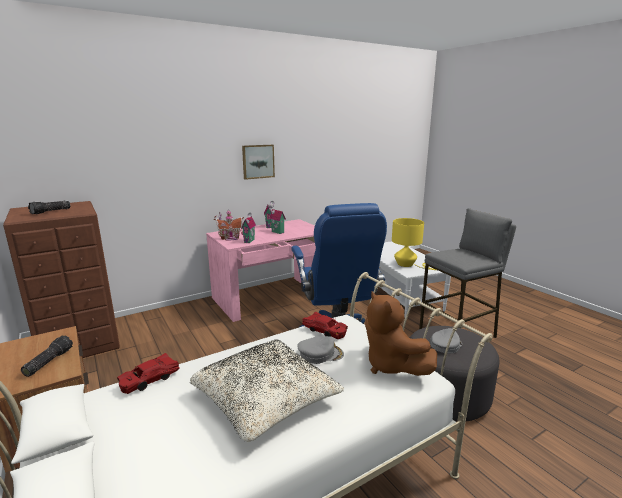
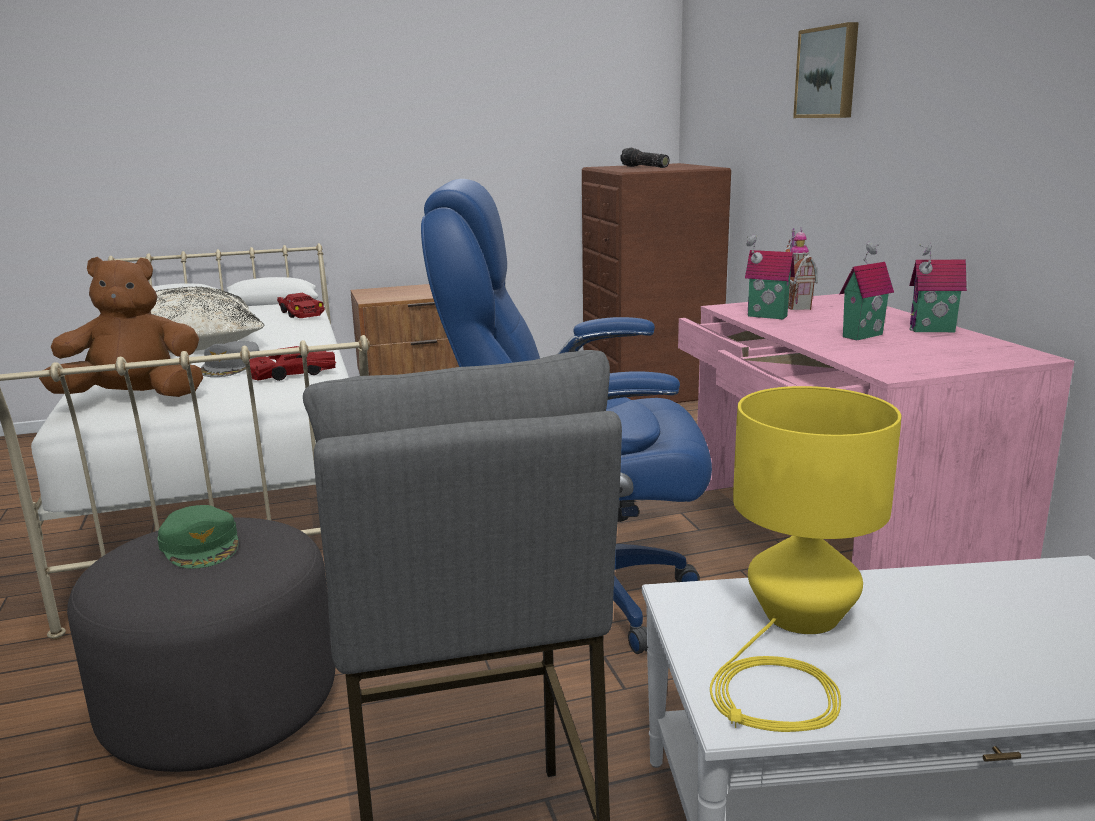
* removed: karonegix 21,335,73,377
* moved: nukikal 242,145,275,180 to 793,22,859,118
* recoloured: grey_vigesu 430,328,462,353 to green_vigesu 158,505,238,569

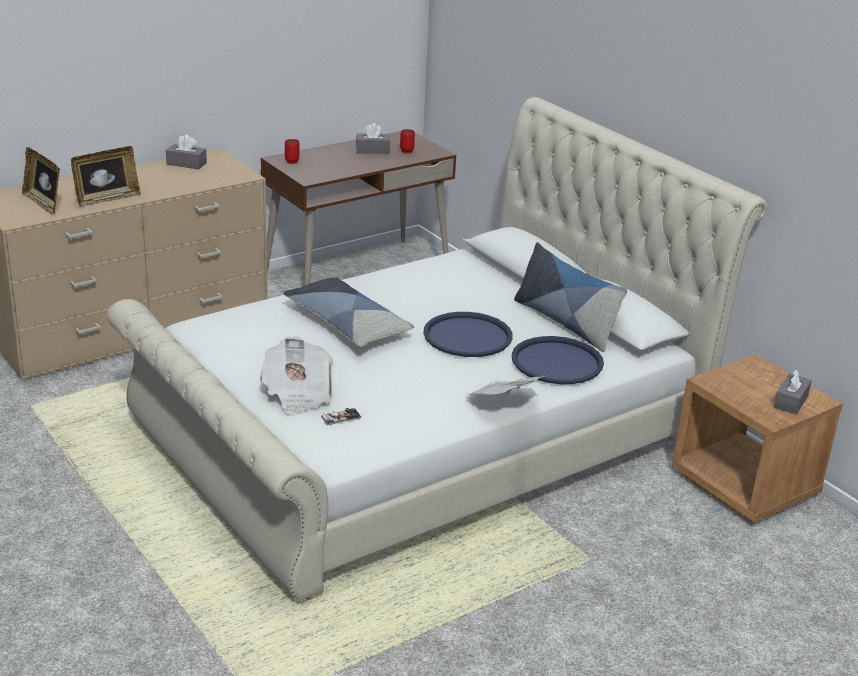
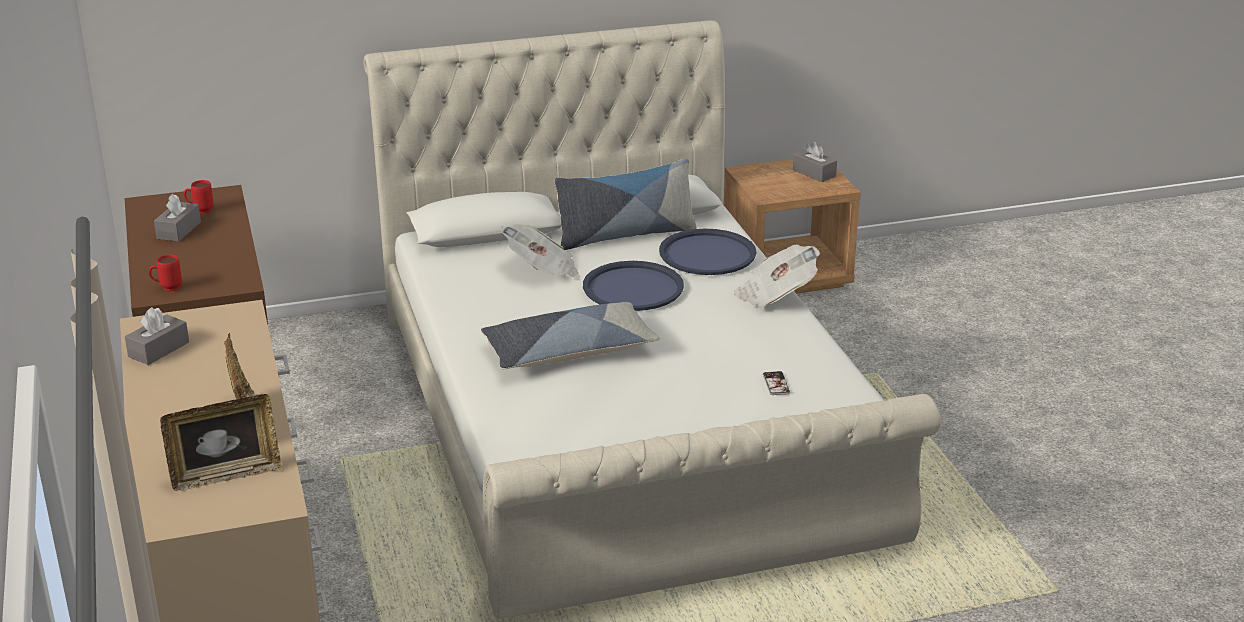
* moved: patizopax 260,336,334,416 to 501,224,580,278

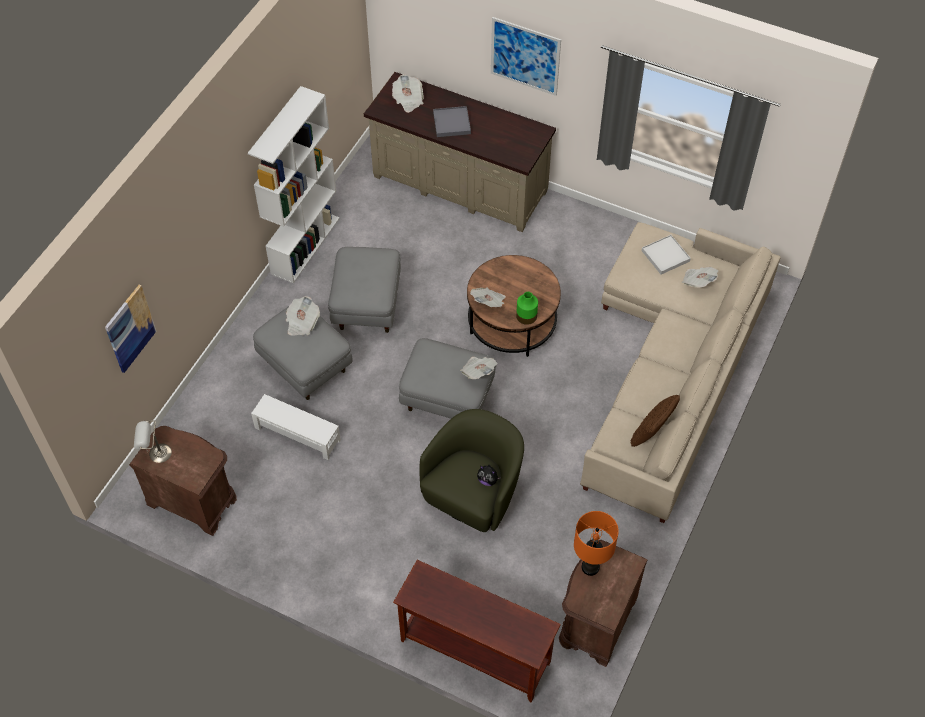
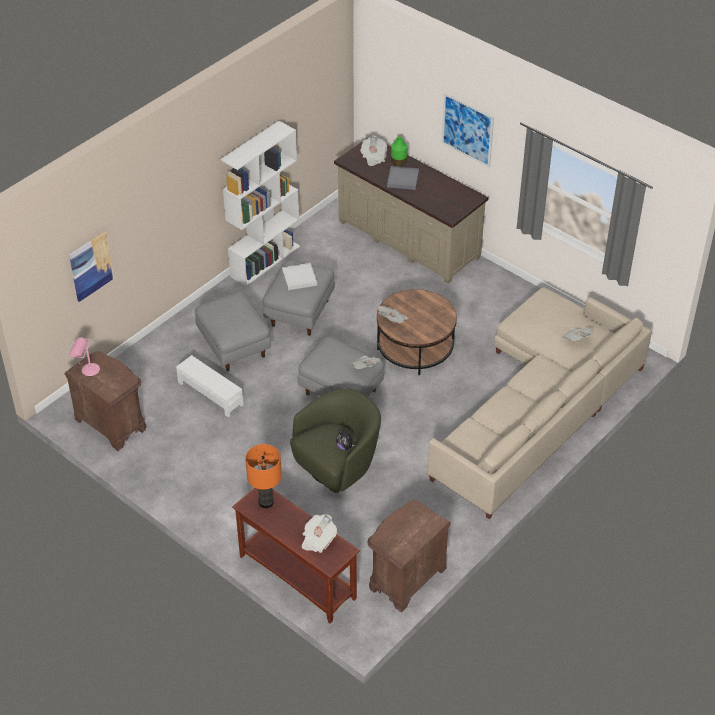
* removed: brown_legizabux 631,395,680,447
* moved: patizopax 286,296,320,336 to 302,514,337,553
* moved: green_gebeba 516,292,538,325 to 391,137,408,166
* moved: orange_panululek 574,511,619,576 to 245,444,282,508
* moved: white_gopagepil 642,235,691,275 to 282,263,317,290
* recoloured: white_panululek 134,420,172,463 to pink_panululek 69,337,100,376

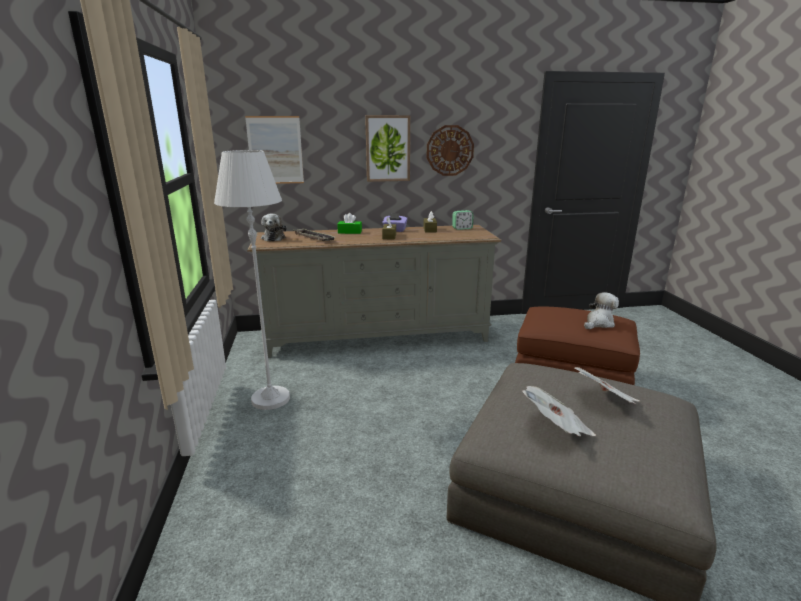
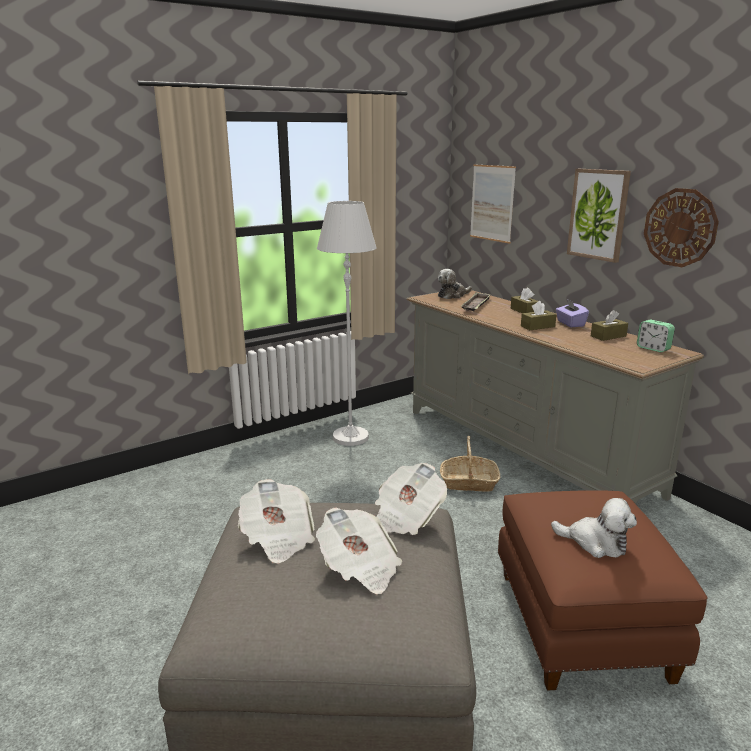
* added: patizopax 375,463,447,535
* added: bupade 440,436,500,492
* recoloured: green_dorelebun 337,213,362,234 to brown_dorelebun 511,287,538,313

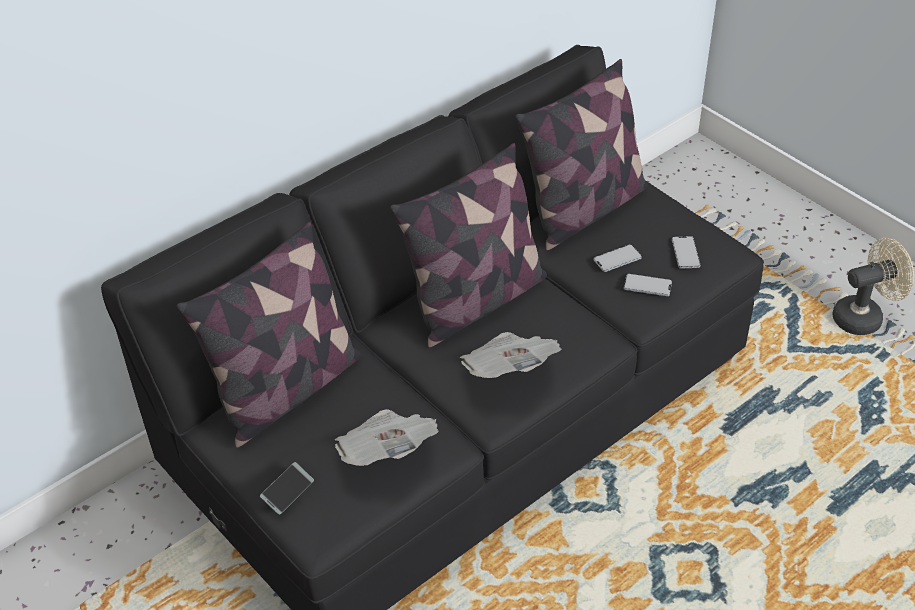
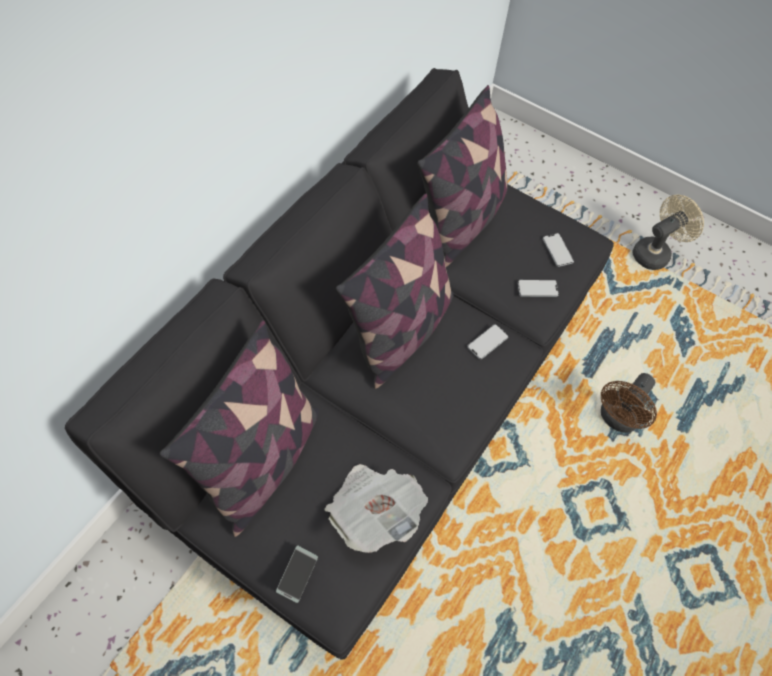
* removed: patizopax 460,332,562,378
* added: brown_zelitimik 601,373,657,433
* moved: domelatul 594,244,642,272 to 467,324,509,360

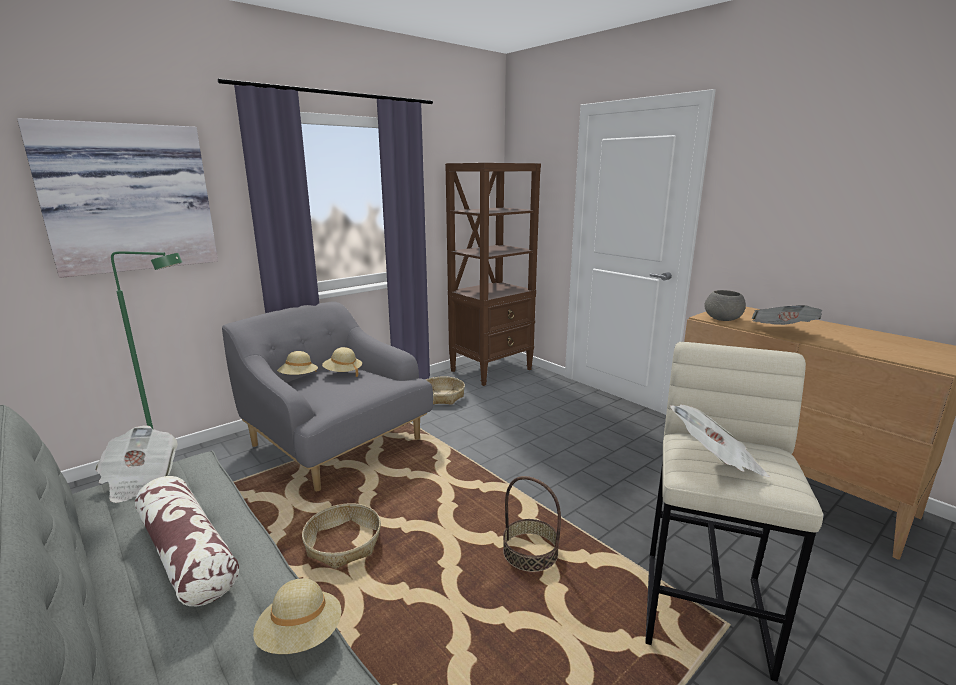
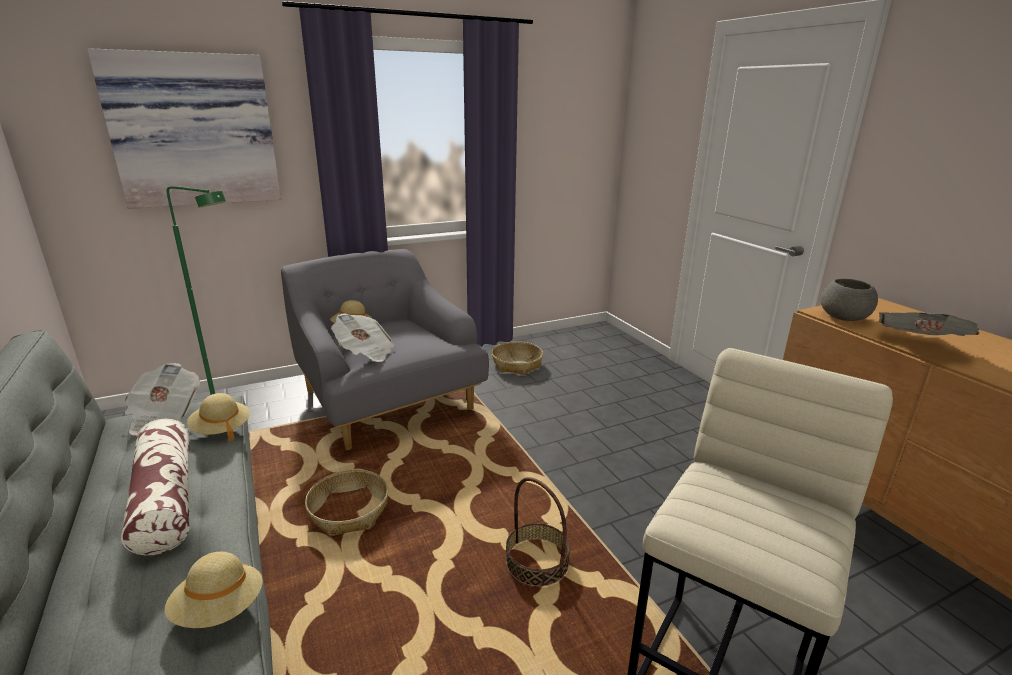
* removed: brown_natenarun 445,163,541,386
* moved: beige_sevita 322,347,362,377 to 187,393,250,441
* moved: patizopax 670,404,770,478 to 331,313,395,362

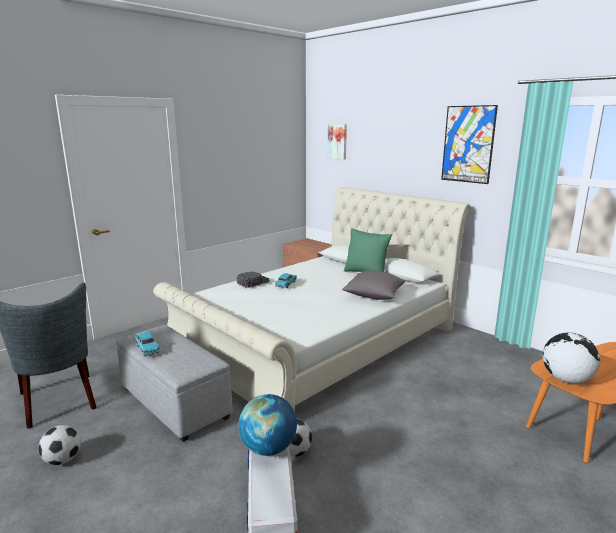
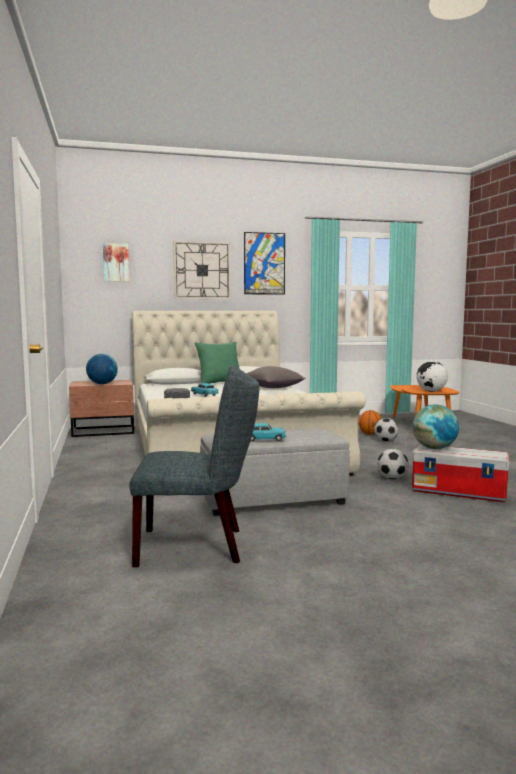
* added: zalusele 86,354,118,384
* added: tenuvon 173,241,231,299
* added: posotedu 358,410,382,435
* moved: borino 39,425,81,465 to 374,418,398,442

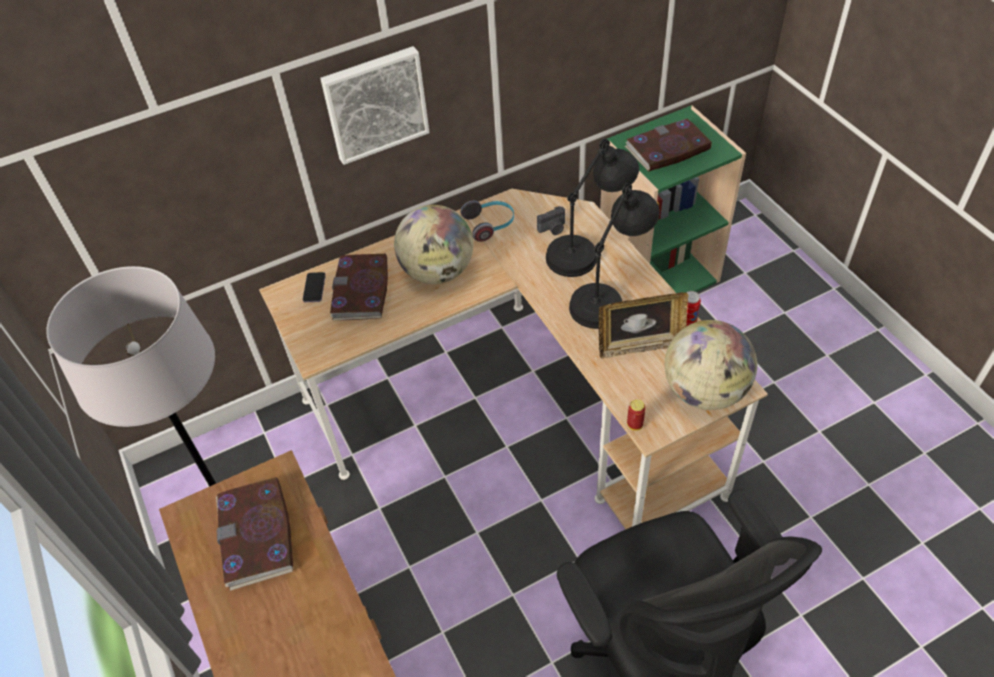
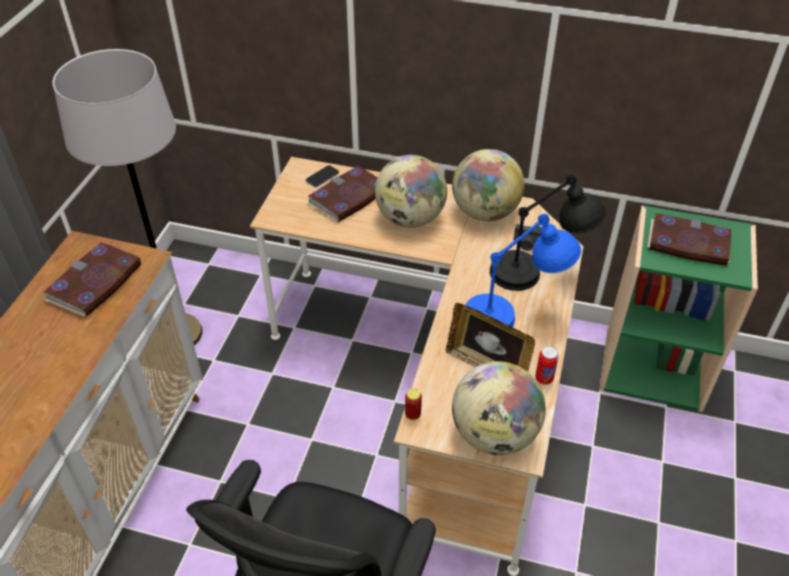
* removed: nukikal 320,46,430,165
* replaced: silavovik 461,201,514,242 to zalusele 452,149,524,221
* recoloured: black_panululek 569,183,660,329 to blue_panululek 465,214,581,327

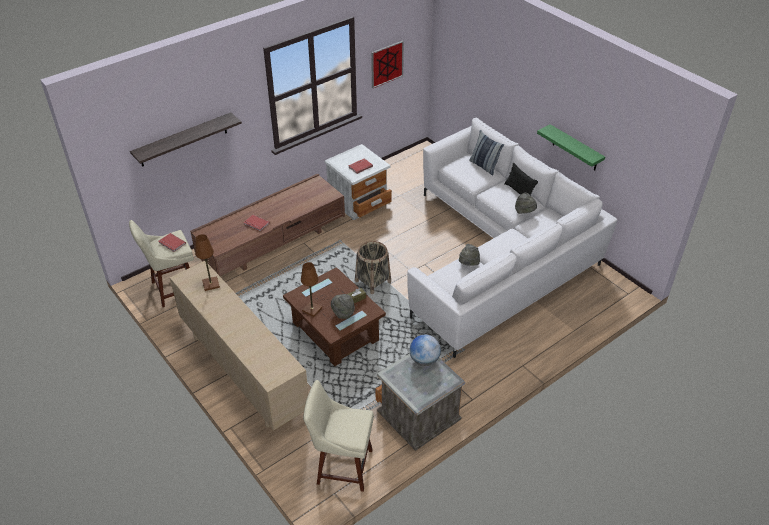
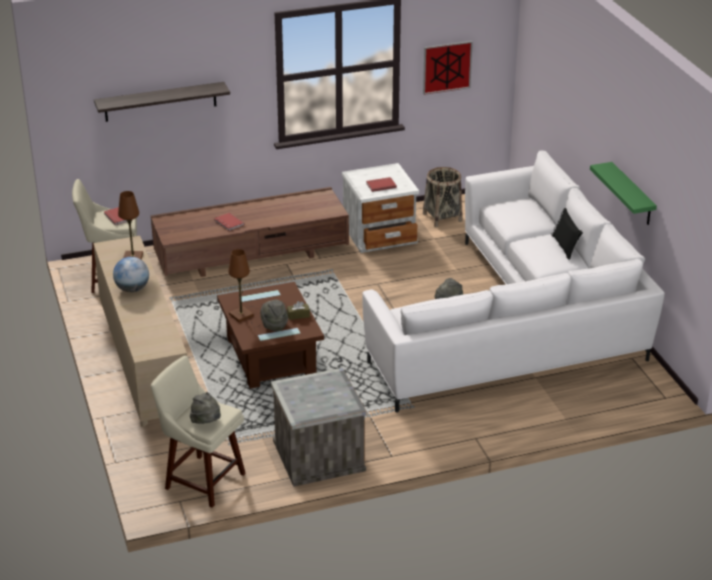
* removed: legizabux 469,130,504,176
* moved: bupade 355,241,391,294 to 423,167,463,227
* moved: zalusele 410,335,441,366 to 113,257,149,292
* moved: grey_sevita 515,193,537,214 to 190,392,221,424

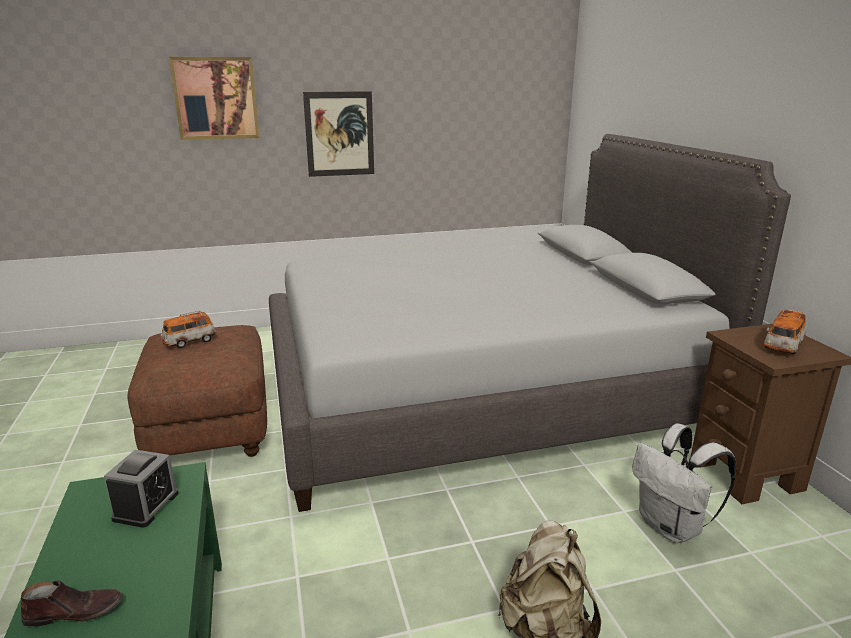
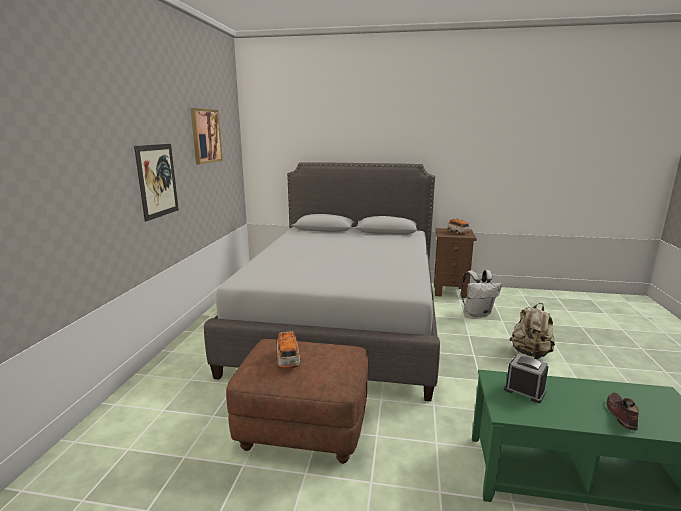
* moved: nukikal 169,57,260,140 to 191,108,223,164

